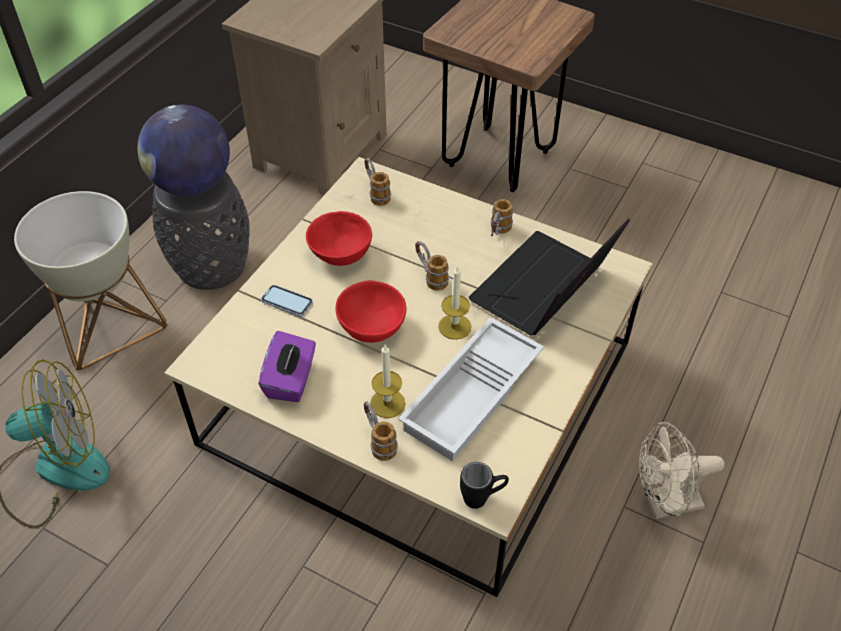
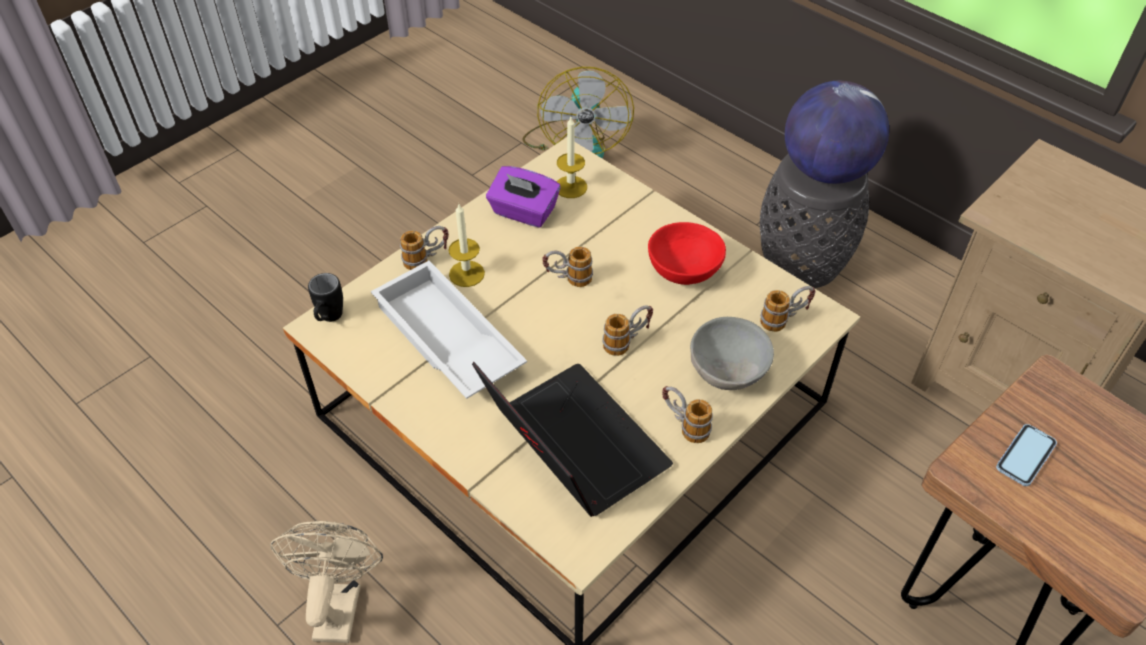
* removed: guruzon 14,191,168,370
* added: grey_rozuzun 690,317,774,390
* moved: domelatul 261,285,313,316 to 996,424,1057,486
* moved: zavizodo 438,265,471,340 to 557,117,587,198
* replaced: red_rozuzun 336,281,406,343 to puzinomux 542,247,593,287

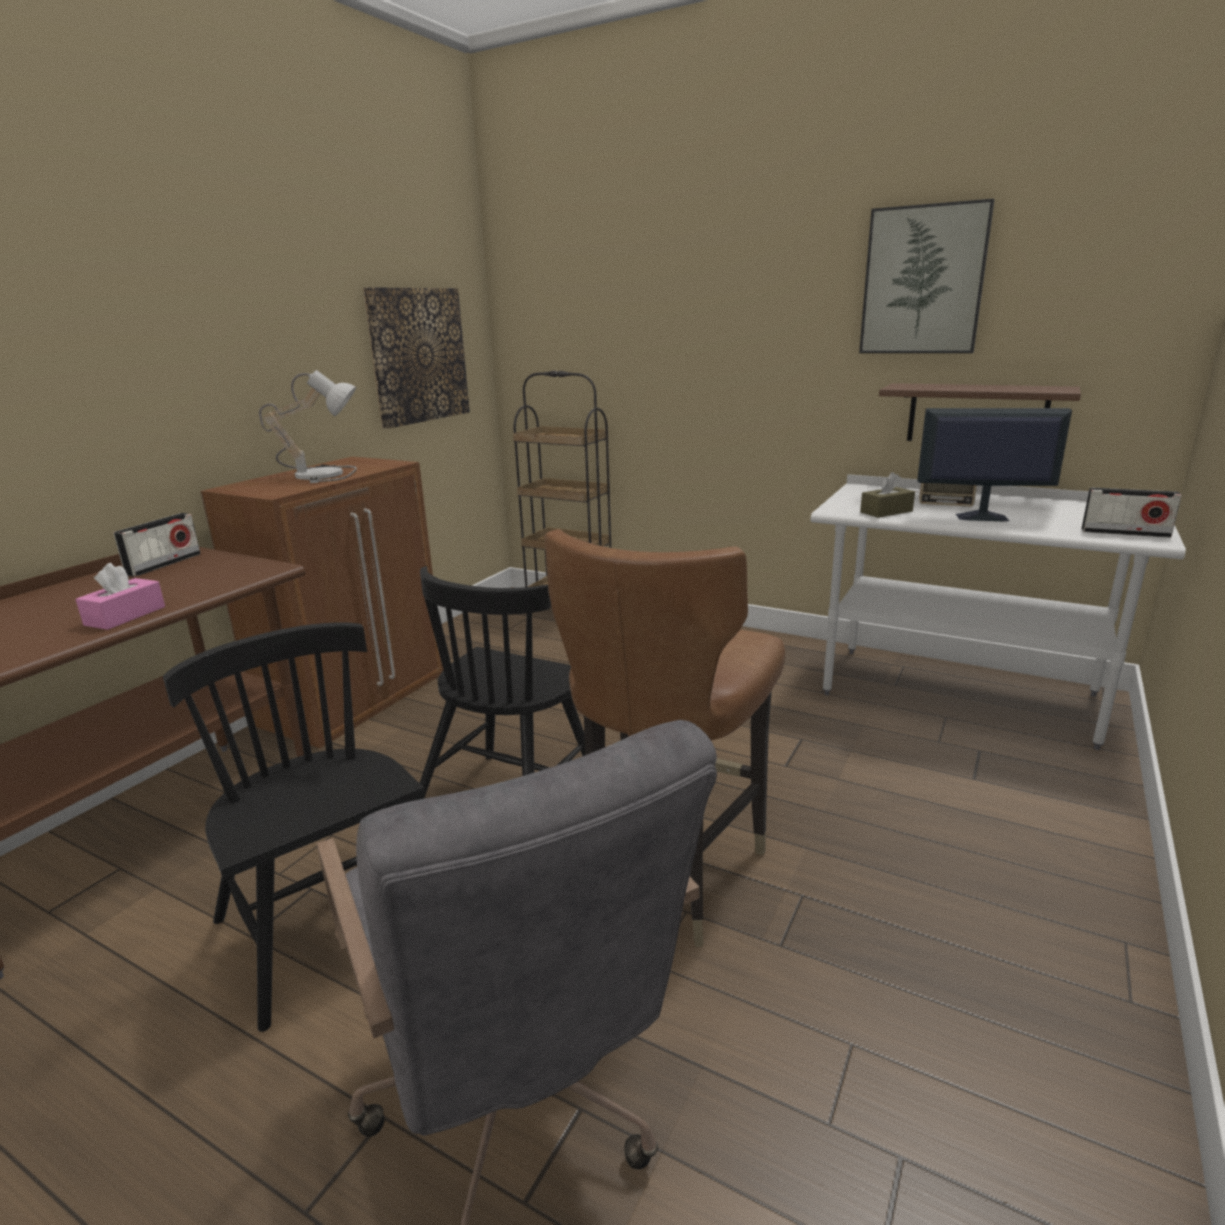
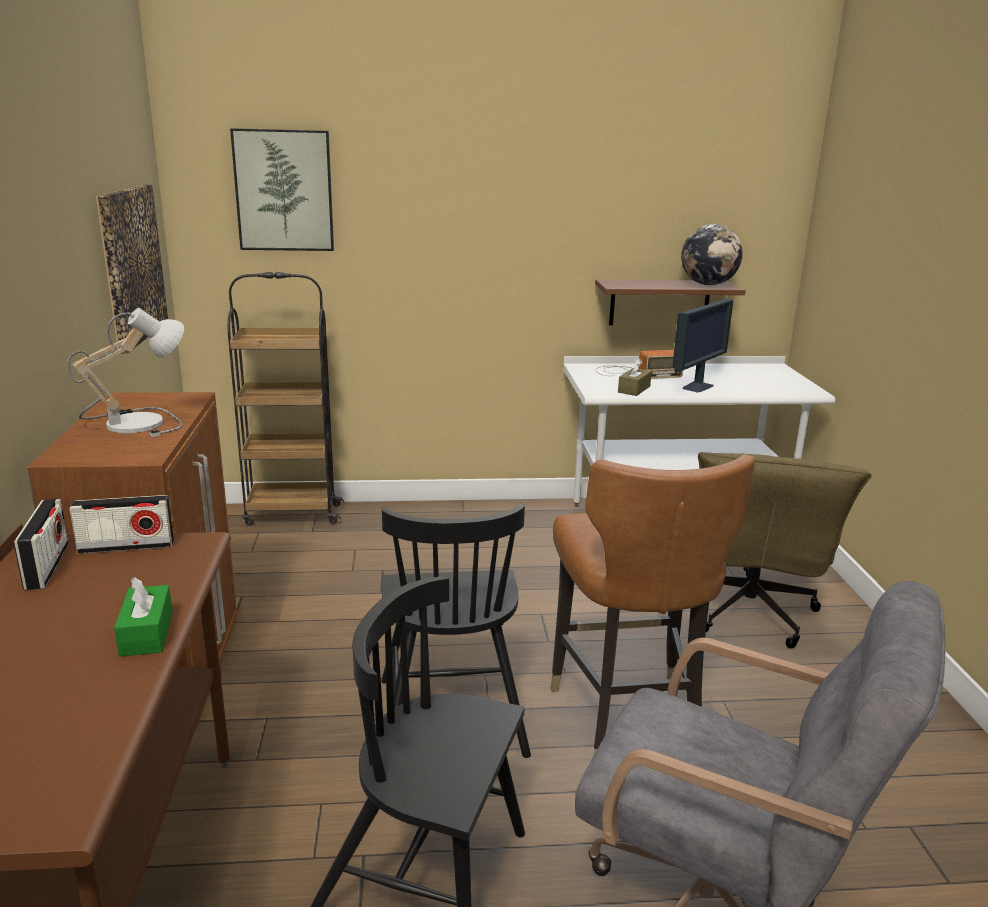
* added: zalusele 681,224,743,285
* added: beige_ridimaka 698,452,872,649
* moved: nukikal 859,199,995,353 to 230,128,334,251
* moved: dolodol 1082,487,1182,538 to 69,495,174,554
* recoloured: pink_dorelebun 75,563,165,630 to green_dorelebun 114,577,173,656
* turned: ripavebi 917,408,1072,521 = 673,299,733,393 150 degrees clockwise

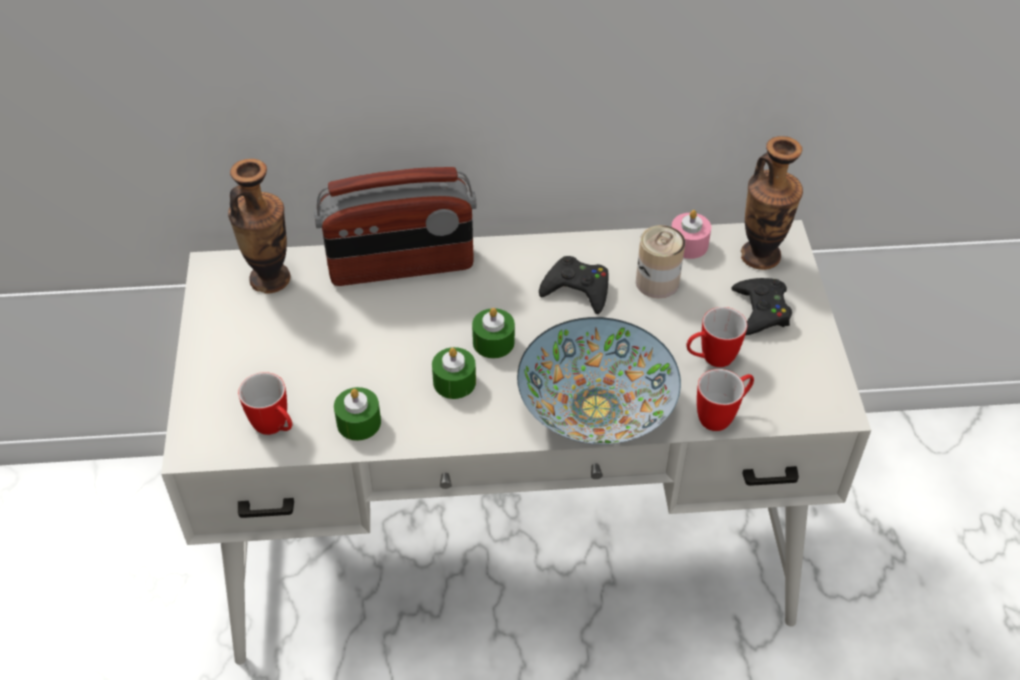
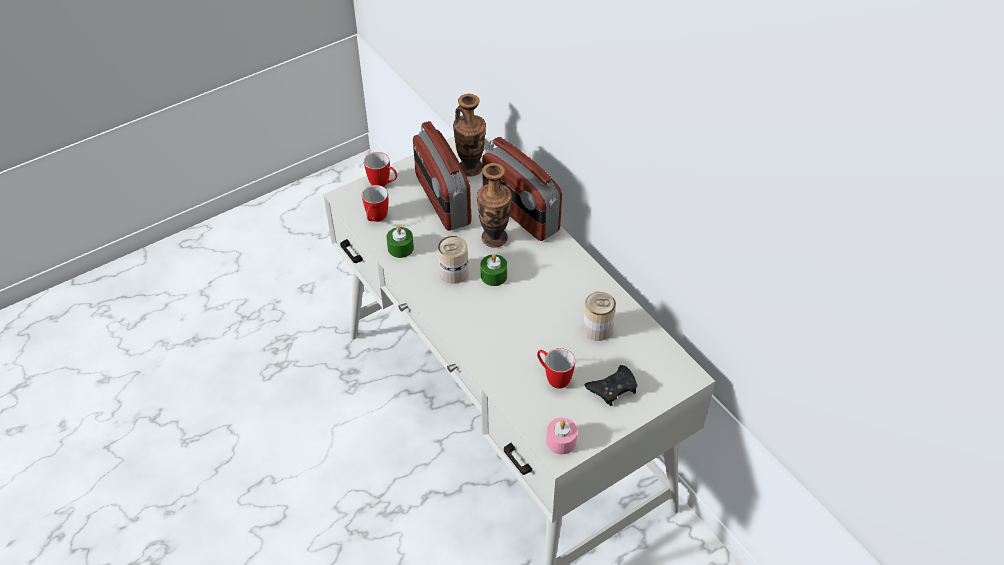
* removed: rozuzun 517,317,681,445
* removed: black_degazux 539,256,609,314
* added: dolodol 413,121,471,231
* moved: pink_zavizodo 671,210,711,259 to 546,418,577,454
* moved: puzinomux 697,369,754,431 to 364,152,397,187
* moved: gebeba 741,136,803,270 to 477,163,512,248
* replaced: green_zavizodo 432,347,476,399 to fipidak 438,236,469,284

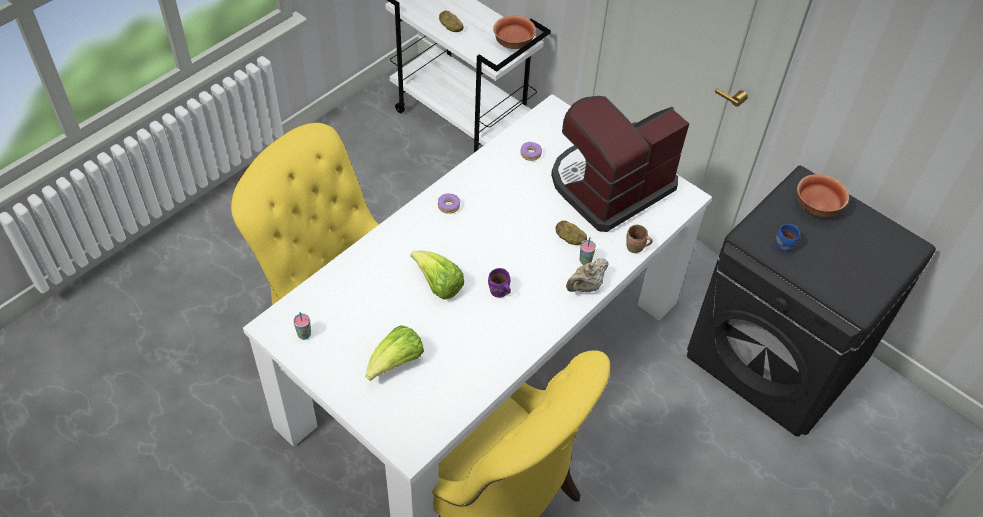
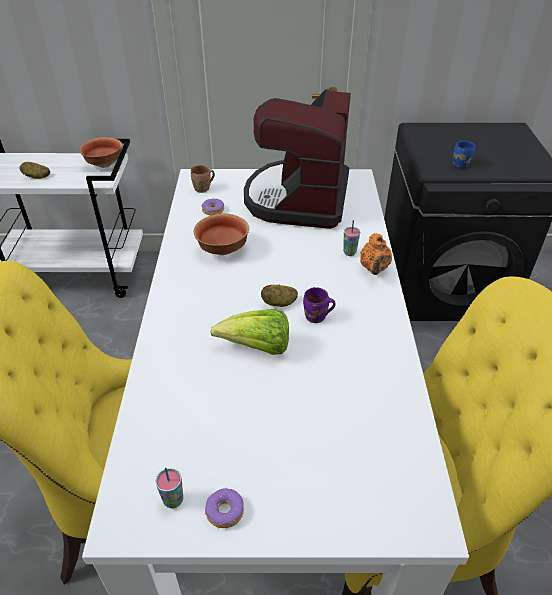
* removed: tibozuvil 366,325,424,381
* moved: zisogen 438,194,460,214 to 205,488,244,528
* moved: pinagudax 556,221,587,245 to 261,285,298,307
* moved: brown_puzinomux 626,225,653,253 to 191,165,215,193
* moved: rozuzun 797,174,849,217 to 194,214,249,255
* recoloured: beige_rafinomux 566,258,609,292 to orange_rafinomux 360,233,392,275

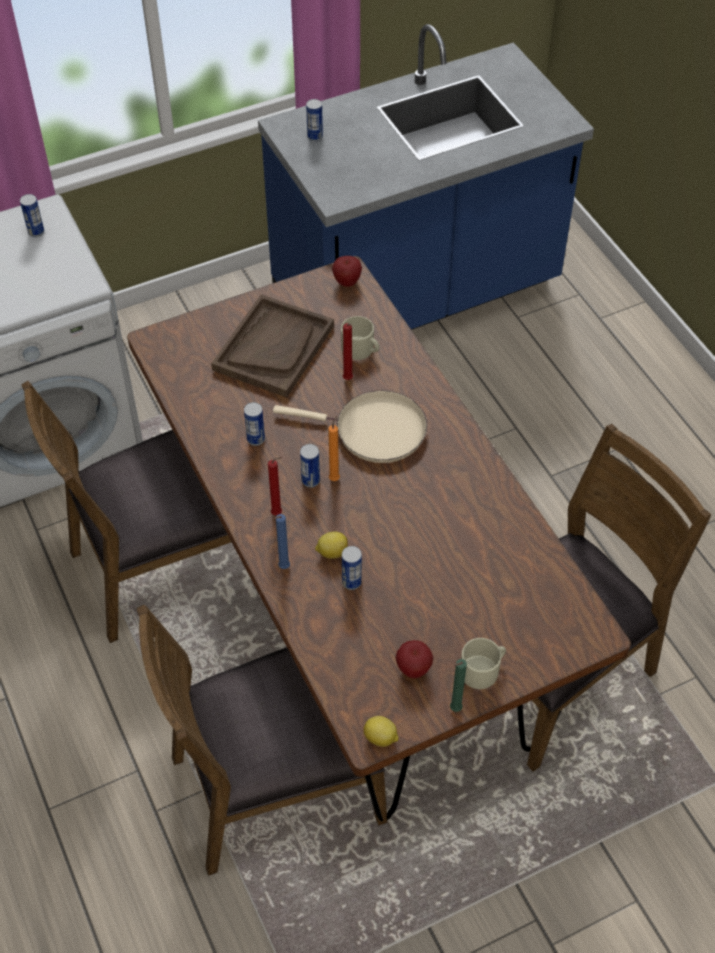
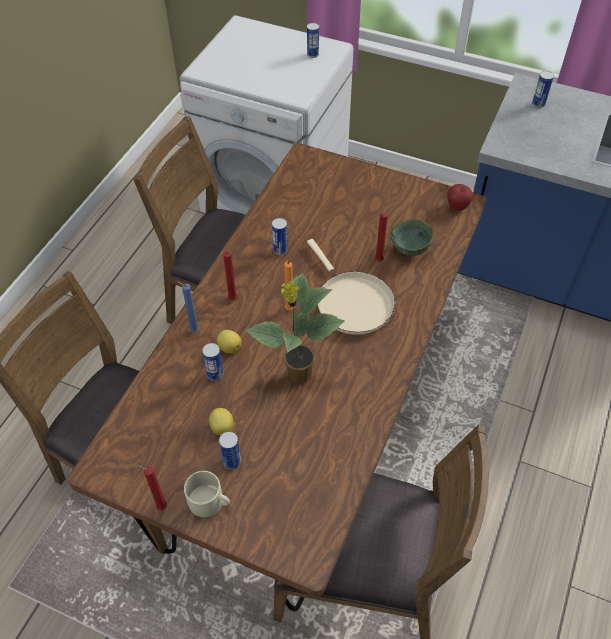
* removed: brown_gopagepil 211,294,334,397
* removed: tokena 395,640,434,679
* added: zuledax 245,273,345,384
* moved: fipidak 300,444,320,488 to 219,431,241,470
* moved: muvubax 363,716,399,747 to 209,408,233,436
* replaced: beige_puzinomux 341,316,379,360 to green_rozuzun 391,219,434,256
* recoloured: green_zavizodo 450,659,467,712 to red_zavizodo 137,465,167,510

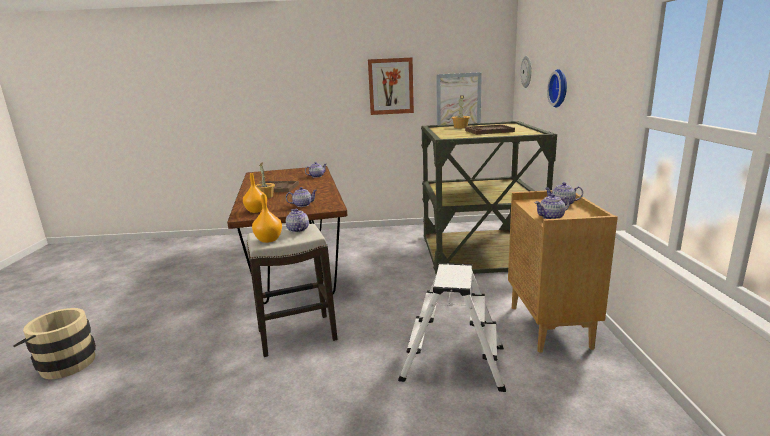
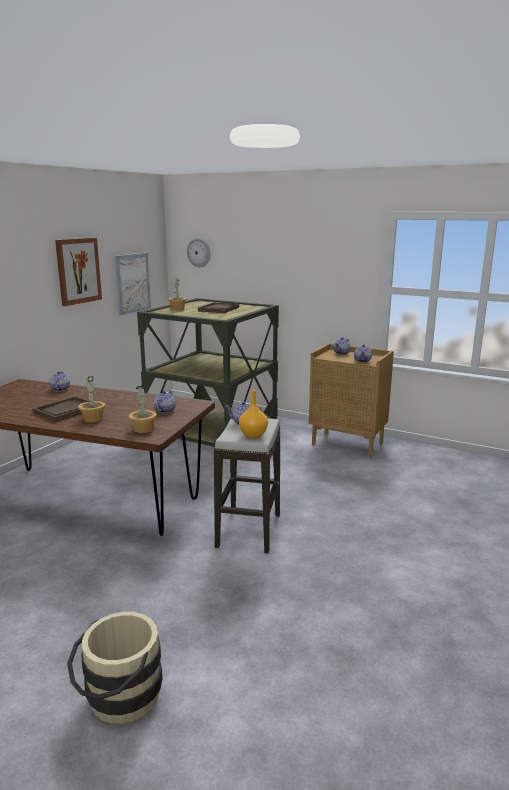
* removed: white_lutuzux 398,263,506,392
* removed: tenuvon 547,69,567,108
* replaced: orange_gebeba 243,173,267,213 to zuledax 129,385,157,433

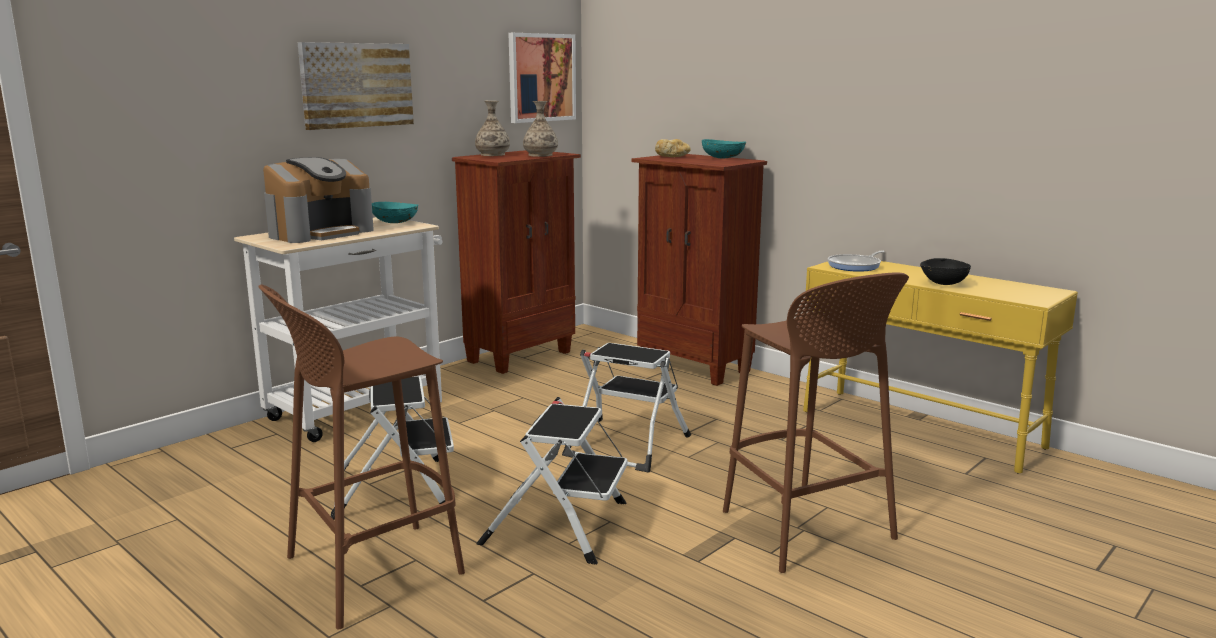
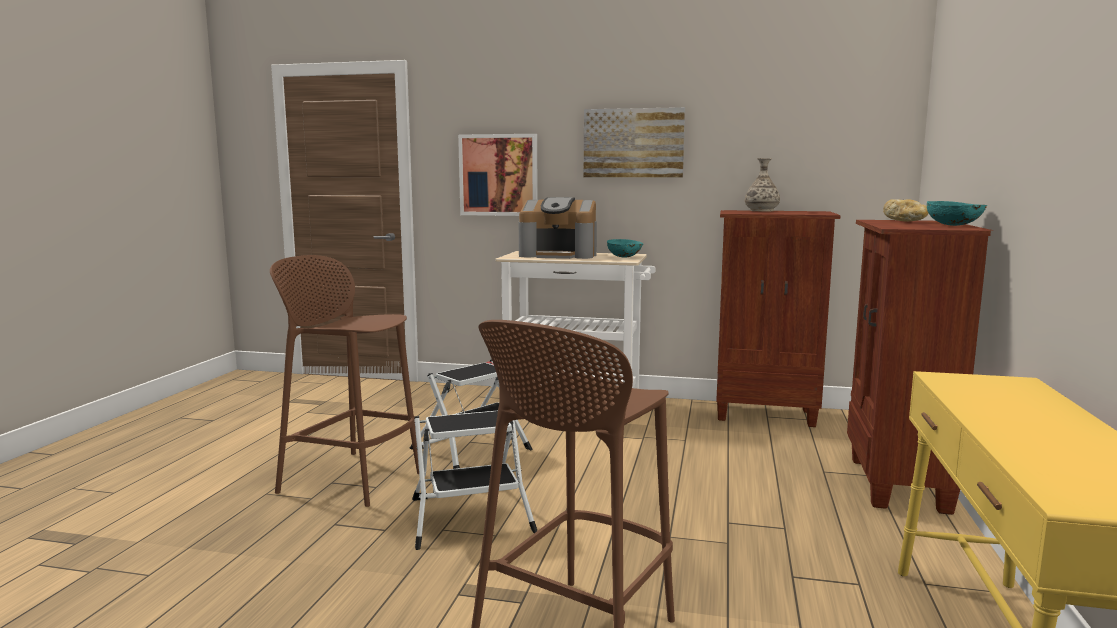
* removed: gebeba 523,101,558,157
* removed: lutuzux 562,343,691,472
* removed: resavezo 828,250,885,272
* removed: black_rozuzun 920,258,971,285
* moved: nukikal 508,33,576,123 to 458,134,538,216

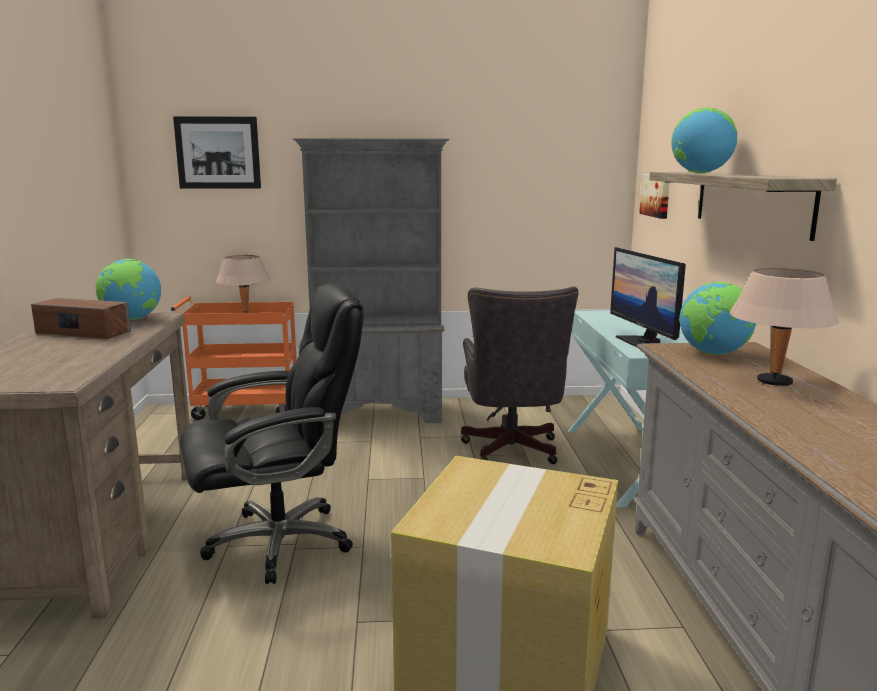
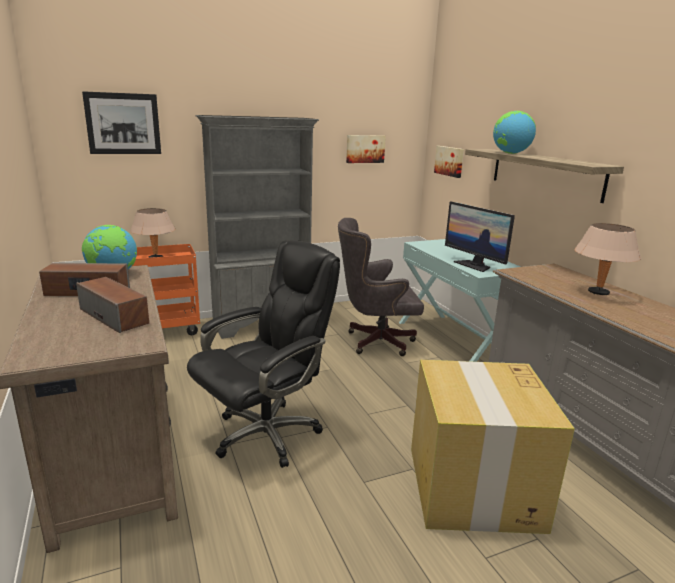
* removed: zalusele 679,282,756,355
* added: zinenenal 76,277,149,333
* added: nukikal 346,135,386,163
* turned: grey_ridimaka 461,286,578,464 = 338,218,424,356 105 degrees clockwise

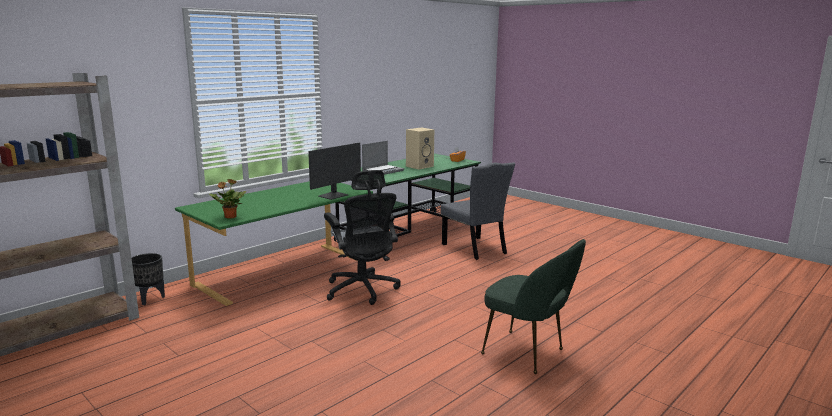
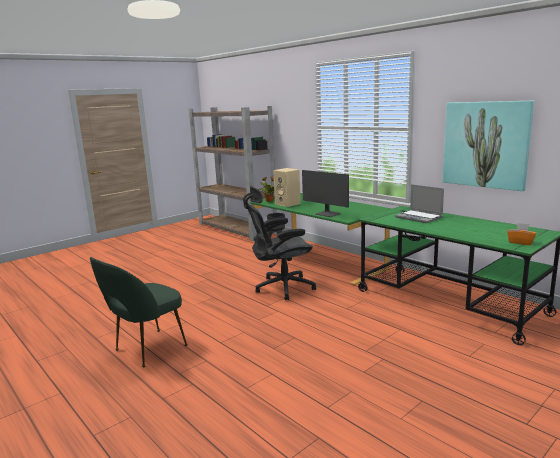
* removed: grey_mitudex 440,162,515,260
* added: nukikal 443,101,534,191
* moved: beige_zinenenal 406,128,434,169 to 273,168,301,207

